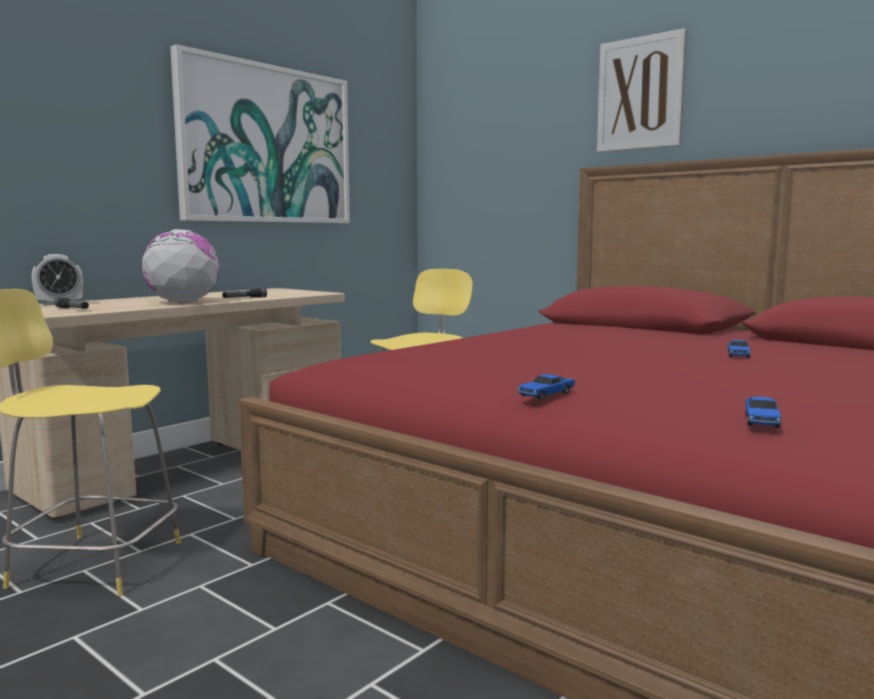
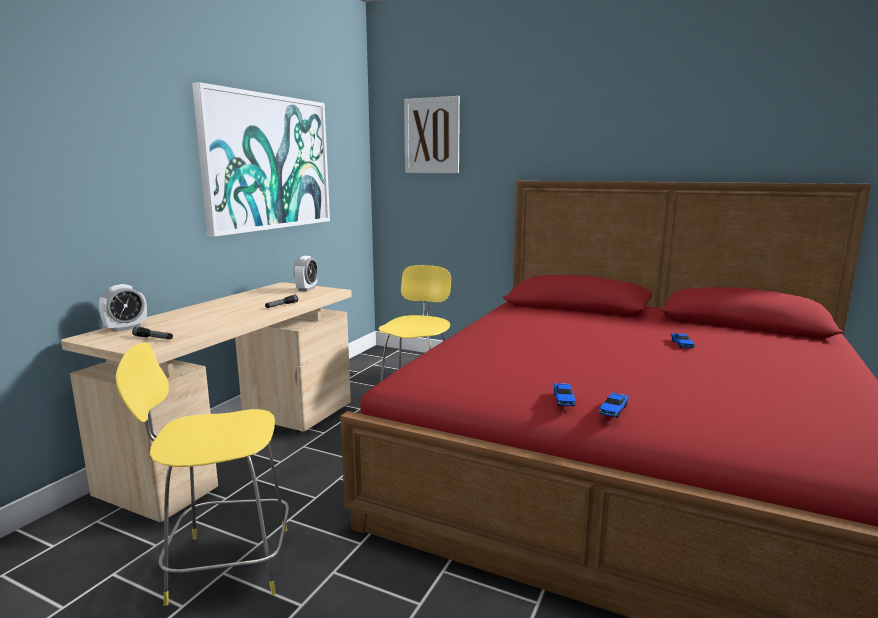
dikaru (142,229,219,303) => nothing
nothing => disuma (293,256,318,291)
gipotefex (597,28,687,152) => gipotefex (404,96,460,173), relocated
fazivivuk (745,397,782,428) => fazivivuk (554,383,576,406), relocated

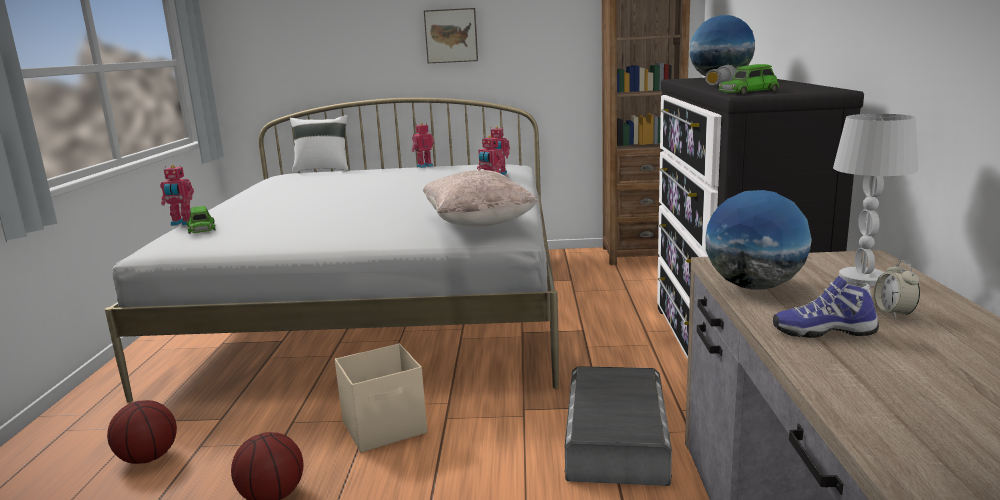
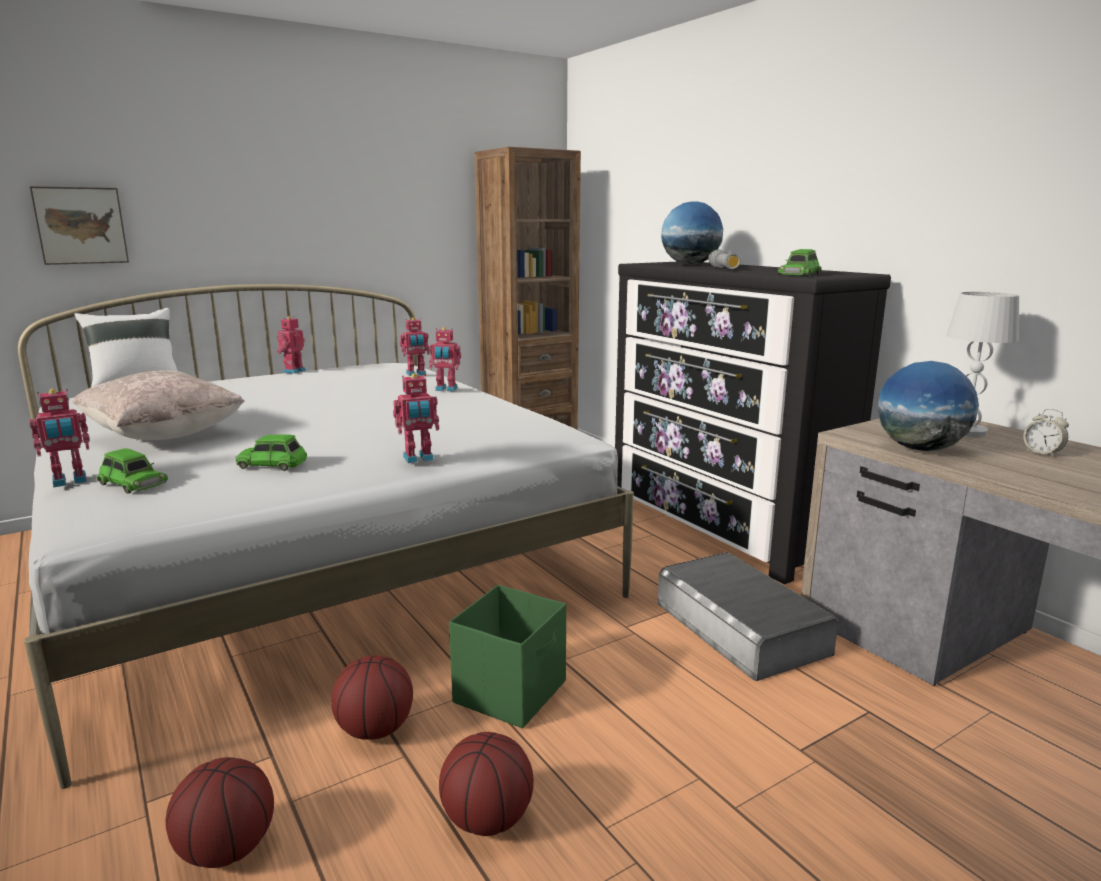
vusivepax (773,276,879,338) => nothing
nothing => fazivivuk (green) (235,434,307,471)
nothing => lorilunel (331,655,413,740)
nothing => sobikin (393,373,439,463)
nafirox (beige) (423,170,538,227) => nafirox (beige) (72,370,245,440), relocated
gipotefex (424,8,478,63) => gipotefex (30,186,129,265), relocated
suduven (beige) (335,343,427,452) => suduven (green) (449,585,566,728)

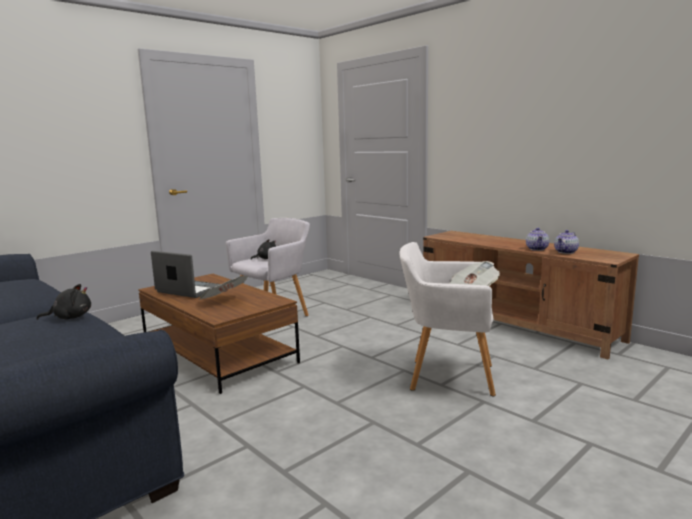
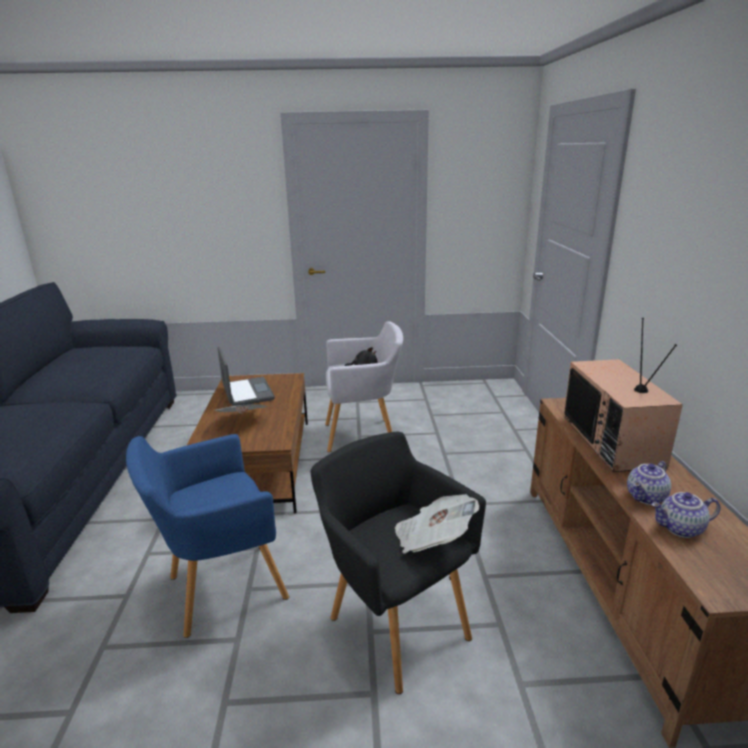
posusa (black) (37,284,91,320) => nothing
nothing => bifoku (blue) (126,434,289,638)
nothing => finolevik (564,318,683,472)
bifoku (white) (400,242,496,396) => bifoku (black) (310,431,486,694)

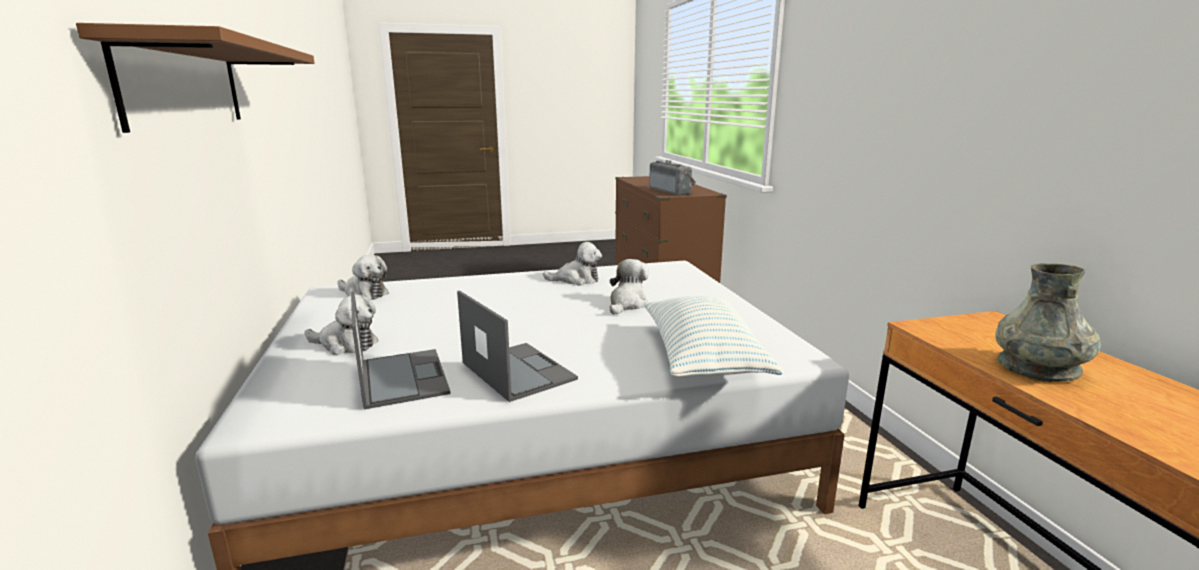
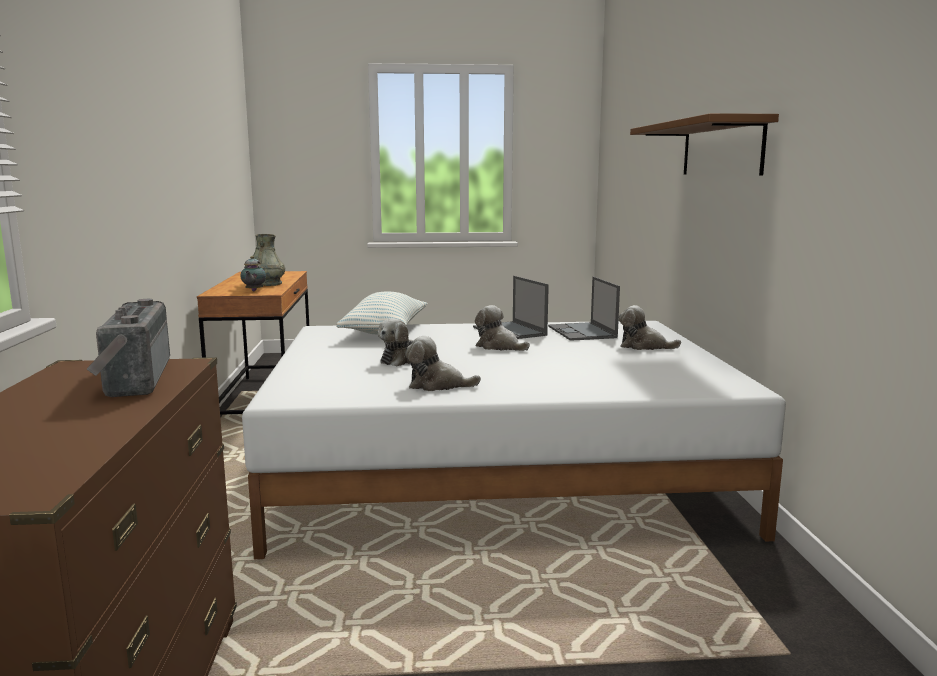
nothing => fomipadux (240,256,266,291)
posusa (337,254,389,300) => posusa (475,305,530,351), relocated

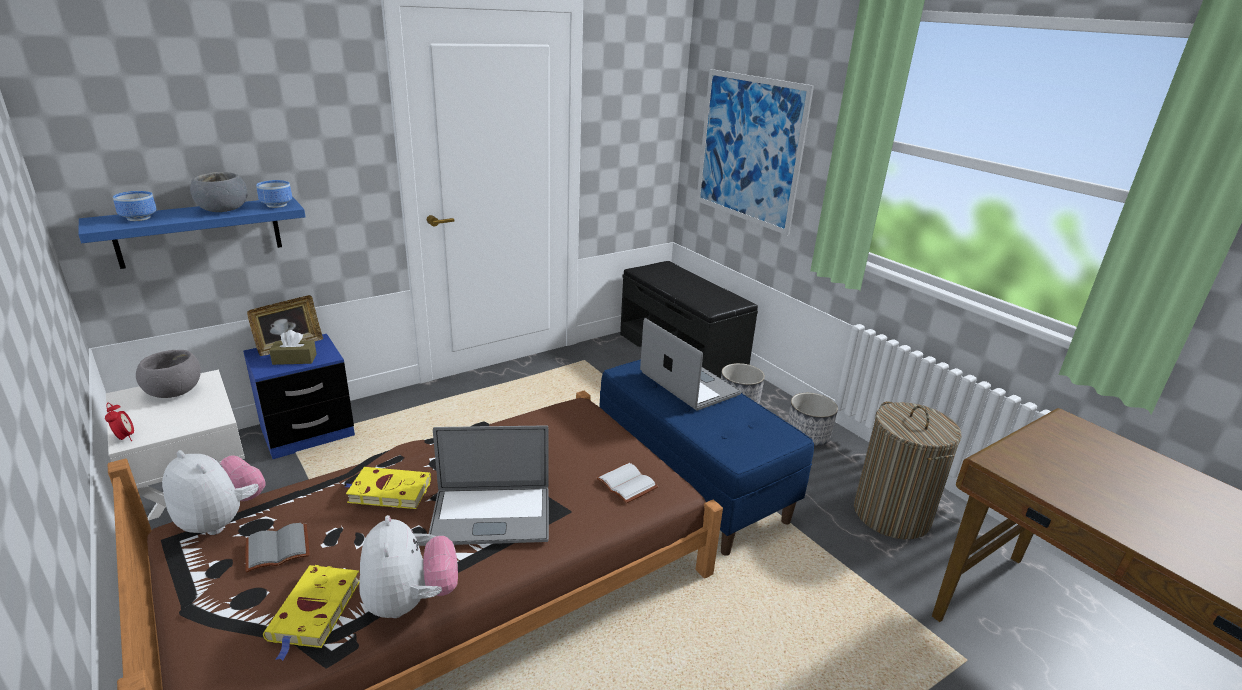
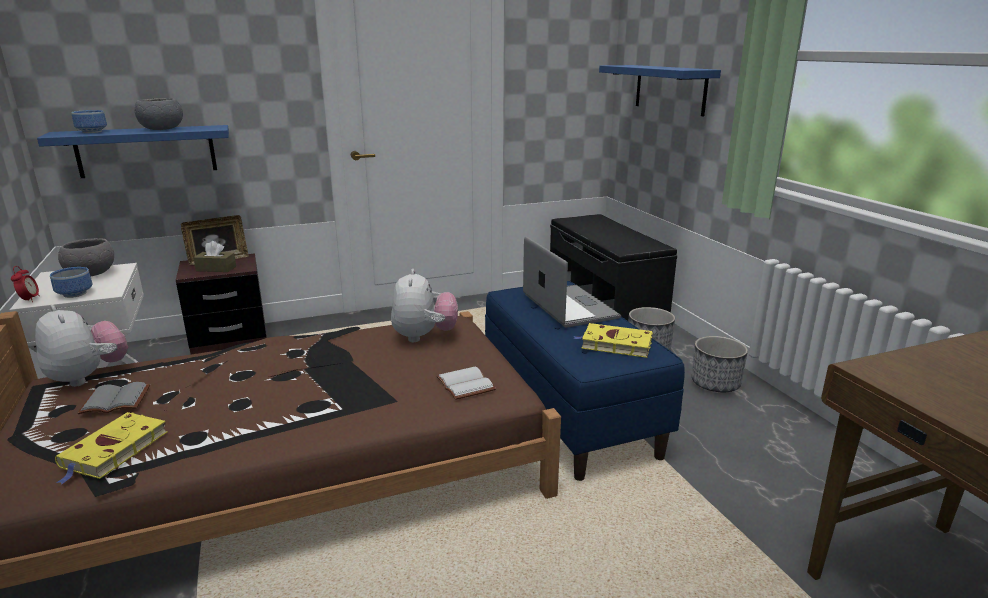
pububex (429,425,549,545) => nothing
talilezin (854,402,961,539) => nothing
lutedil (256,180,292,208) => lutedil (50,267,92,298), relocated
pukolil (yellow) (345,467,431,509) => pukolil (yellow) (573,323,653,358), relocated
posusa (359,515,458,618) => posusa (391,269,458,342), relocated
gipotefex (697,69,814,236) => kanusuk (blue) (599,65,721,116)
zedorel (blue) (243,334,355,459) => zedorel (brown) (176,253,267,354)

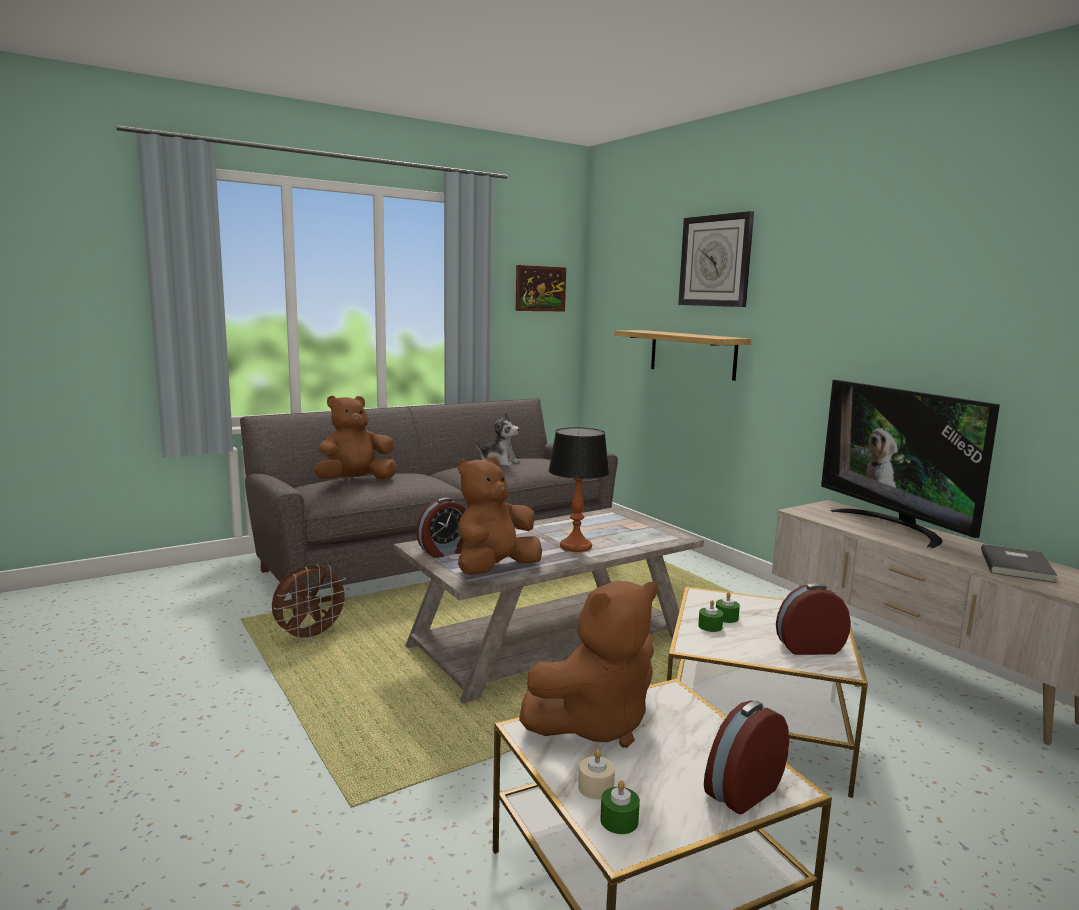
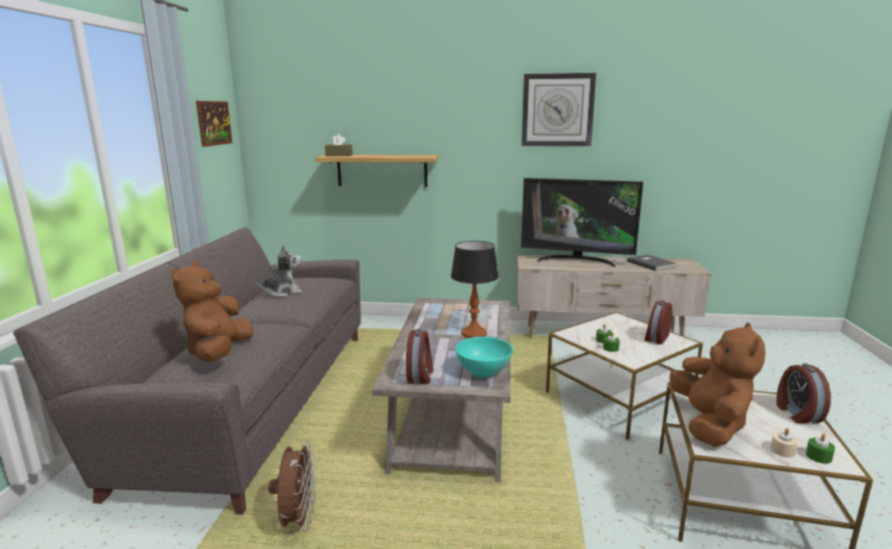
nothing => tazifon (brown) (325,134,353,156)
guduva (678,211,754,307) => guduva (522,73,596,146), relocated
posusa (brown) (458,456,542,575) => lutedil (turquoise) (455,337,513,378)

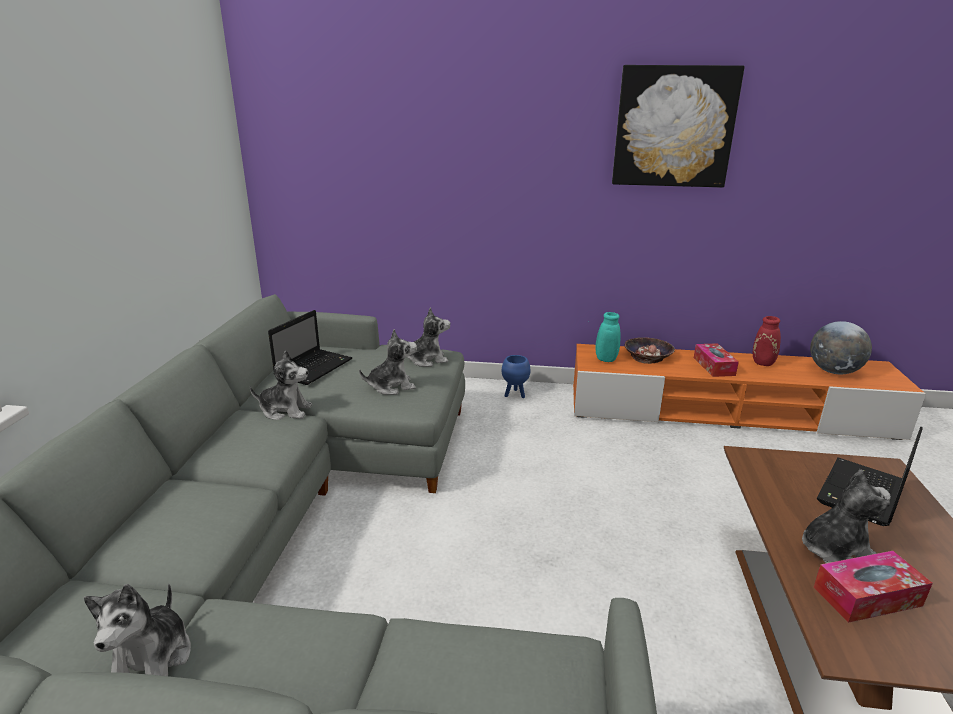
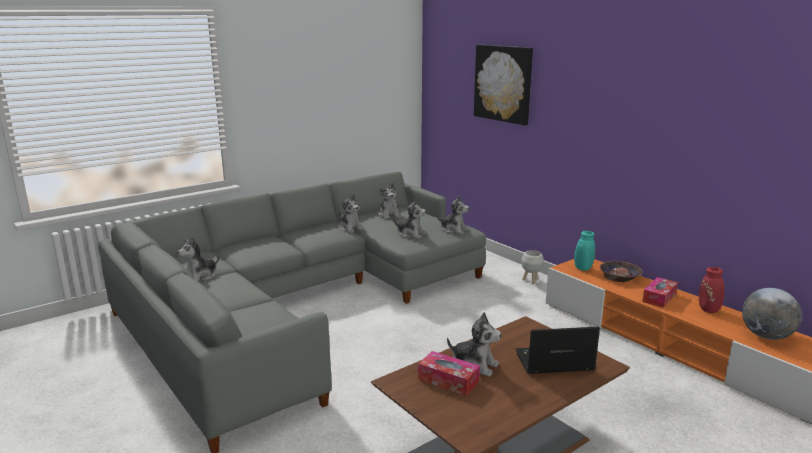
gipotefex (612,65,745,188) => gipotefex (474,45,533,125), relocated
pububex (268,310,353,385) => posusa (378,182,400,219)
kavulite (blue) (502,355,530,398) => kavulite (white) (521,250,544,285)

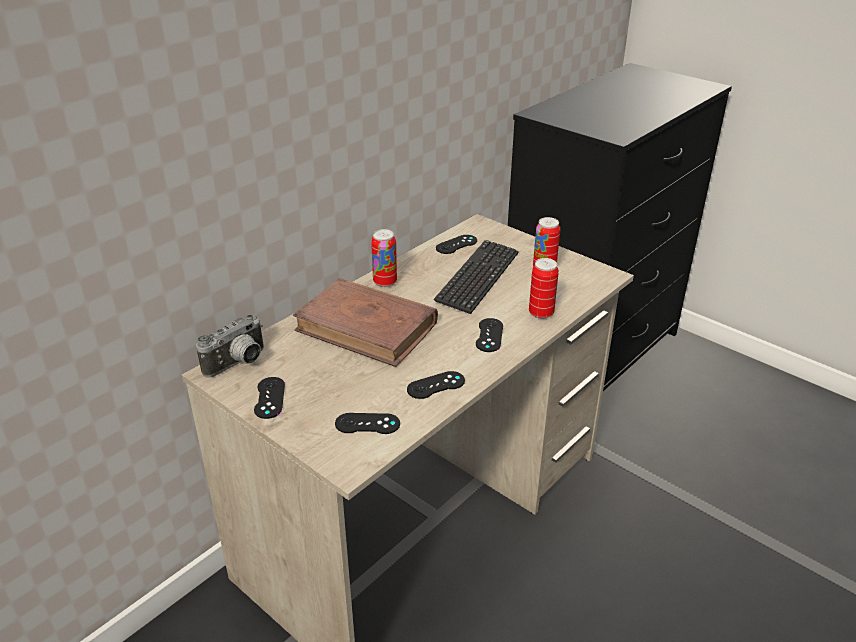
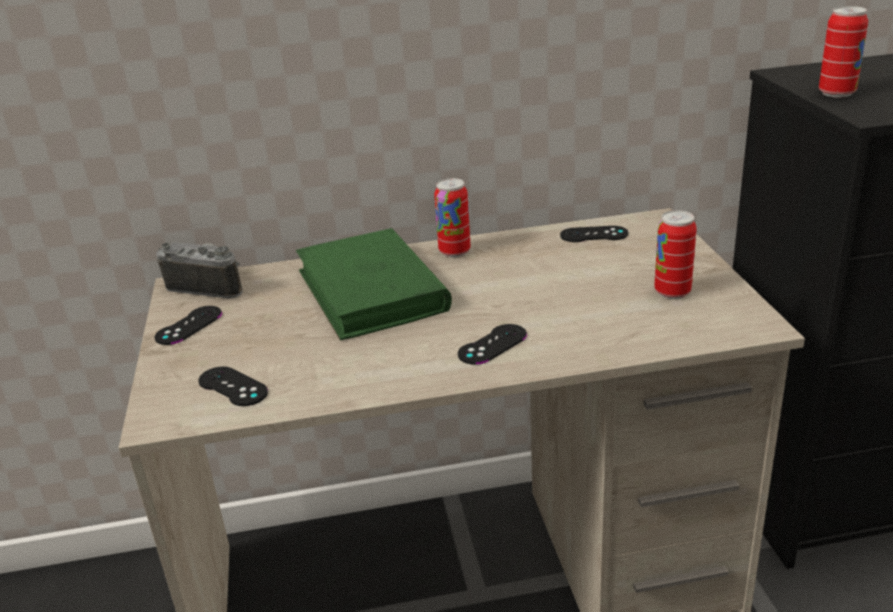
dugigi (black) (407,371,465,399) => nothing
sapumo (434,240,519,314) => nothing
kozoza (529,258,559,319) => kozoza (819,6,868,97), relocated
pukolil (brown) (293,278,438,367) => pukolil (green) (296,228,452,340)
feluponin (196,314,264,378) => feluponin (156,242,243,298), 150 degrees counterclockwise

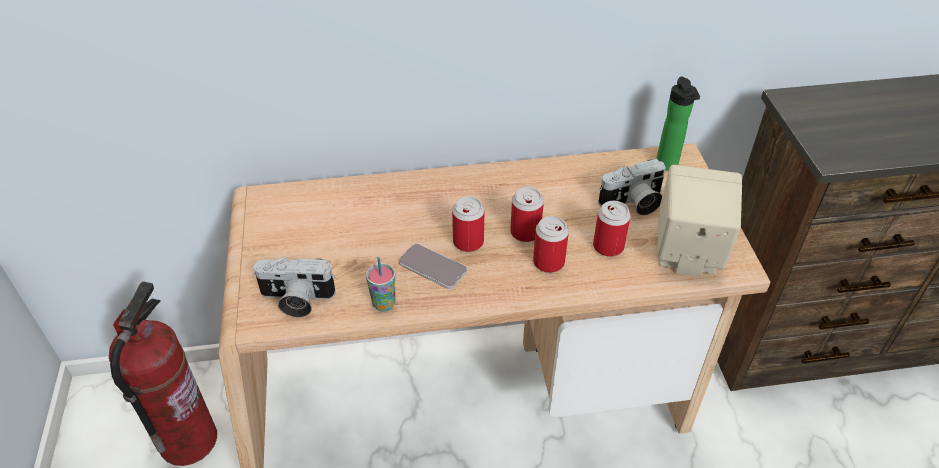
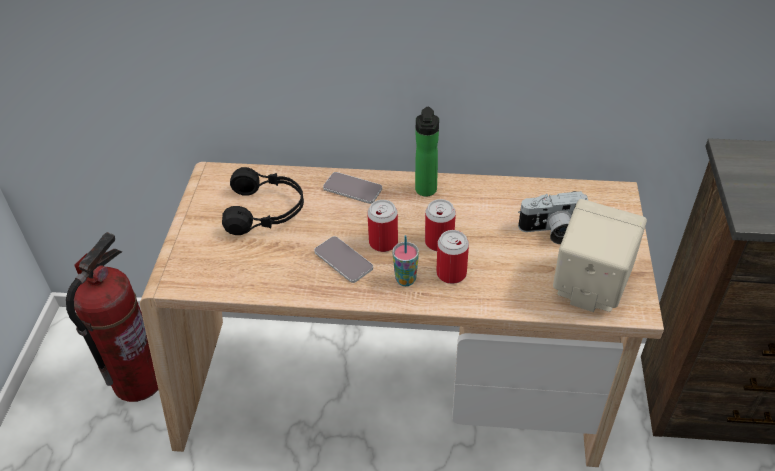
feluponin (253,257,336,317) => nothing
kozoza (593,201,631,257) => nothing
nothing => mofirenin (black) (222,167,304,235)
nothing => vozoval (323,172,382,204)
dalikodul (366,257,395,312) => dalikodul (392,235,419,286), relocated
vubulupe (656,76,700,171) => vubulupe (415,107,439,196), relocated

